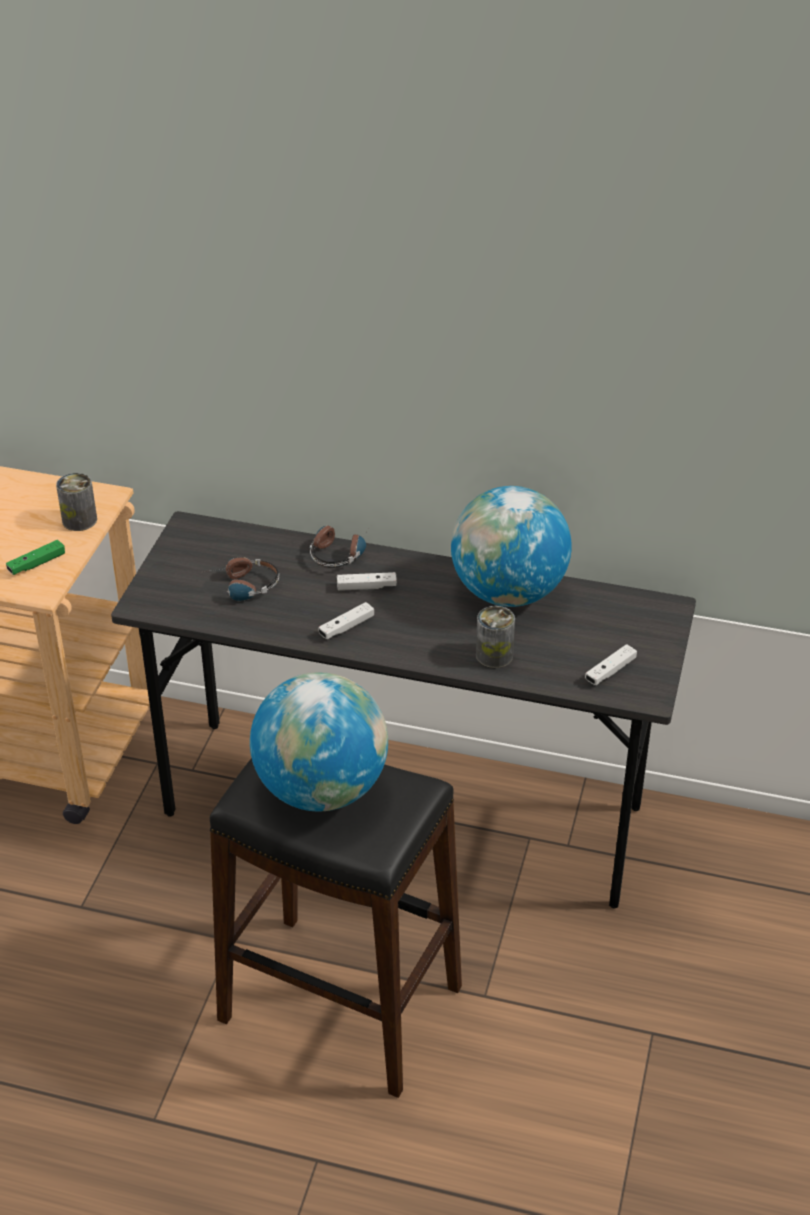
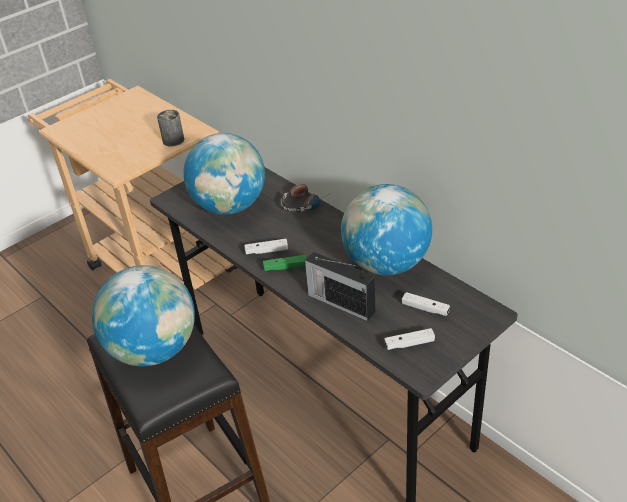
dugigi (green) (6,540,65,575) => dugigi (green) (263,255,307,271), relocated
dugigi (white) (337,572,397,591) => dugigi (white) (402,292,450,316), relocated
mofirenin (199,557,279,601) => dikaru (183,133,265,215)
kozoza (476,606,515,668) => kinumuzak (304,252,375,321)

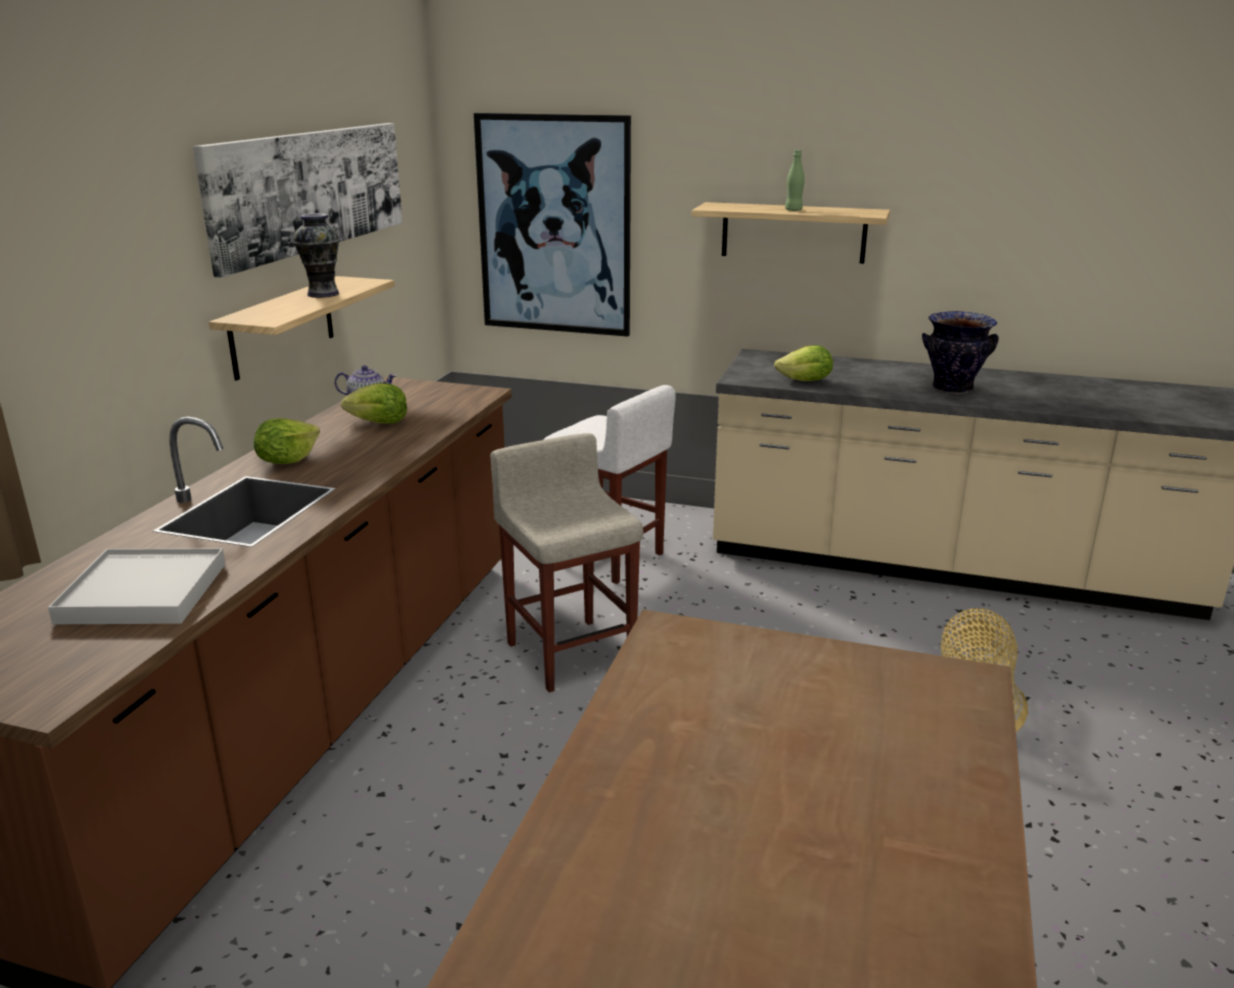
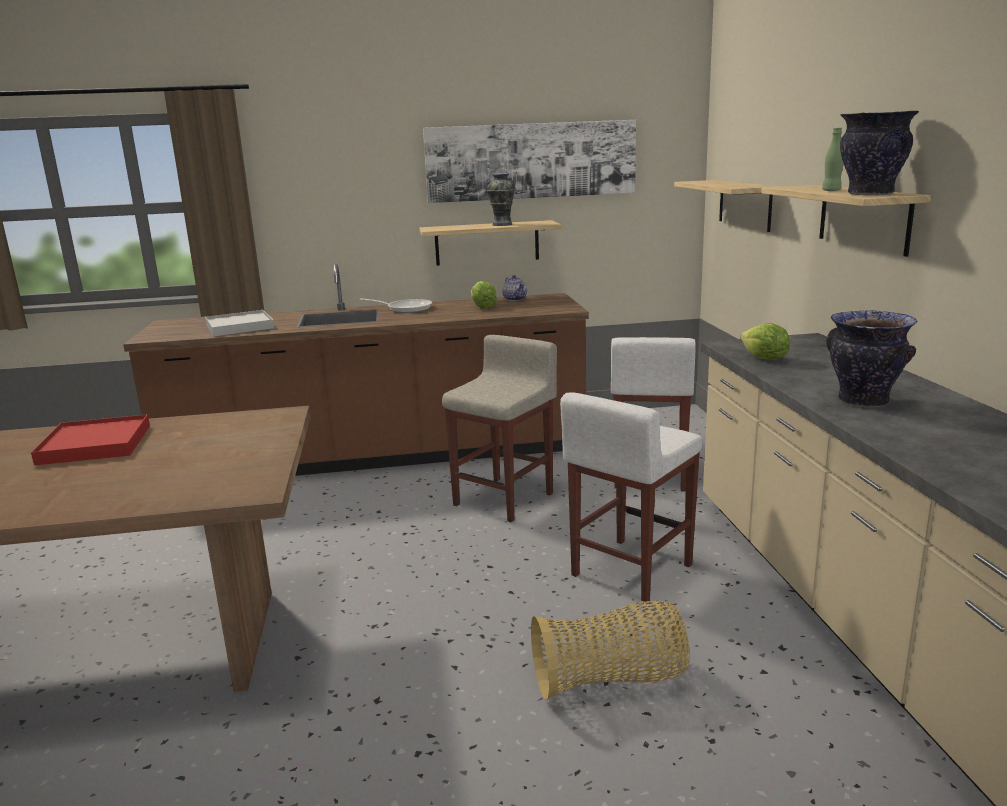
nothing => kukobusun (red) (31,414,150,465)
nothing => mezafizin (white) (560,392,703,604)
nothing => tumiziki (840,111,919,195)
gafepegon (254,418,320,464) => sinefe (359,298,432,313)
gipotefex (474,113,631,337) => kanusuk (674,180,781,232)

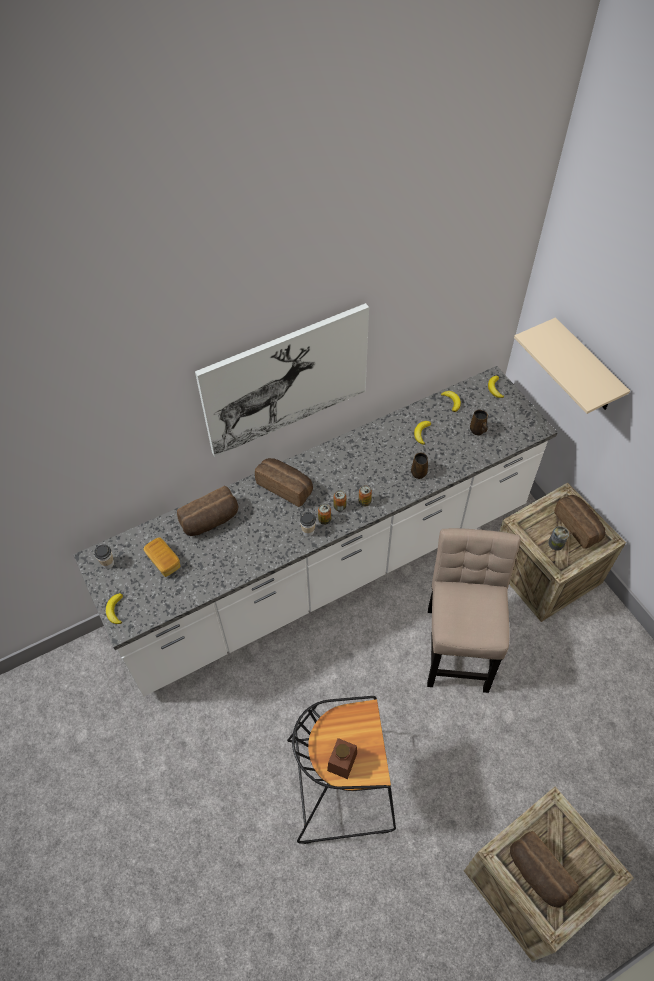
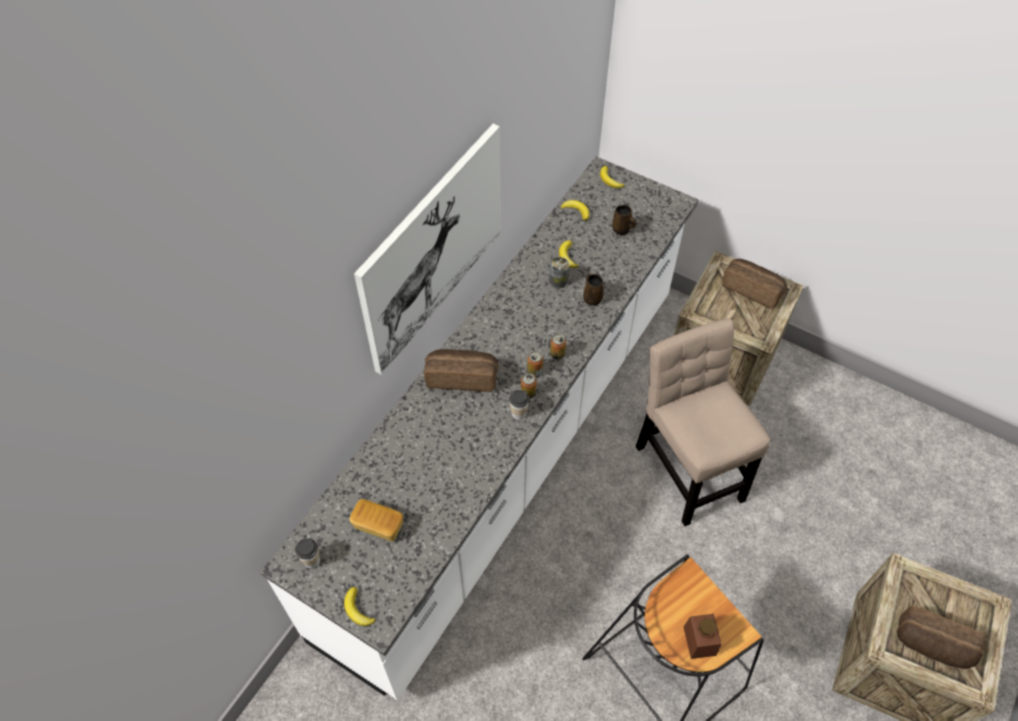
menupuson (177,486,239,536) => nothing
kanusuk (beige) (514,317,630,414) => nothing
kozoza (548,526,569,551) => kozoza (549,257,569,288), relocated

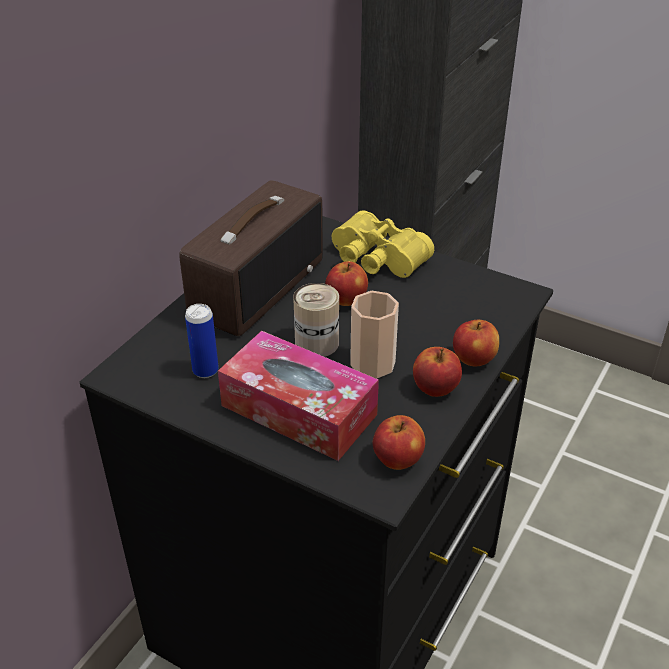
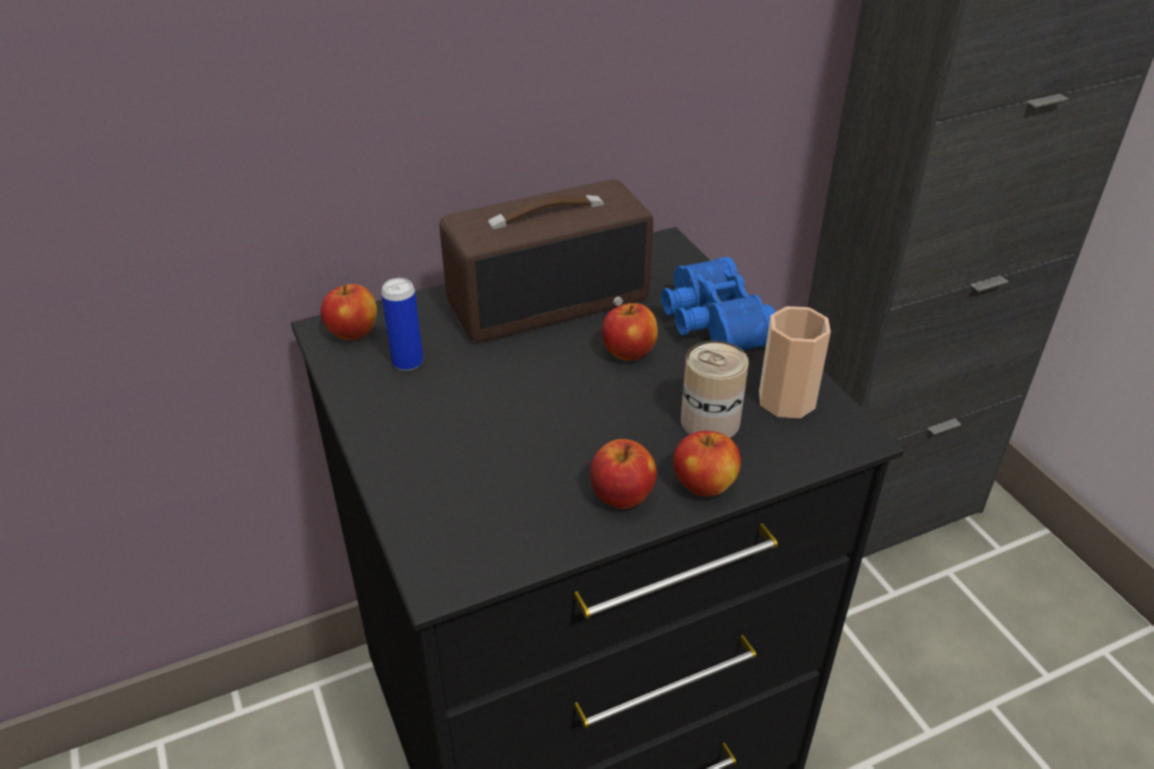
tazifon (218,331,379,461) => nothing
kozoza (293,283,339,357) => kozoza (681,341,749,438), relocated
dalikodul (350,291,399,378) => dalikodul (759,306,831,418), relocated
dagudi (373,415,425,470) => dagudi (320,284,377,340), relocated
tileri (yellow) (332,210,434,278) => tileri (blue) (661,257,775,350)

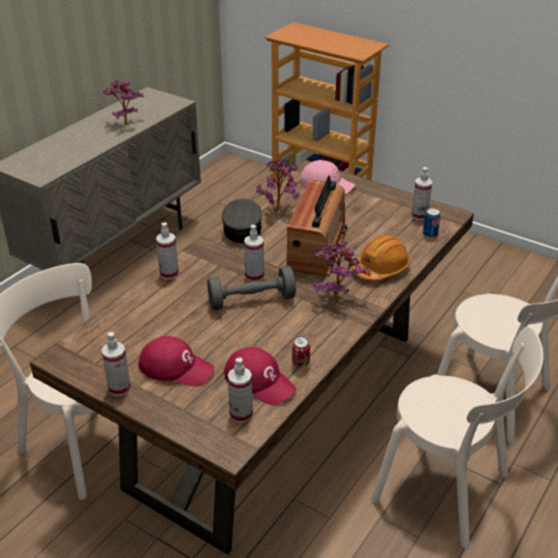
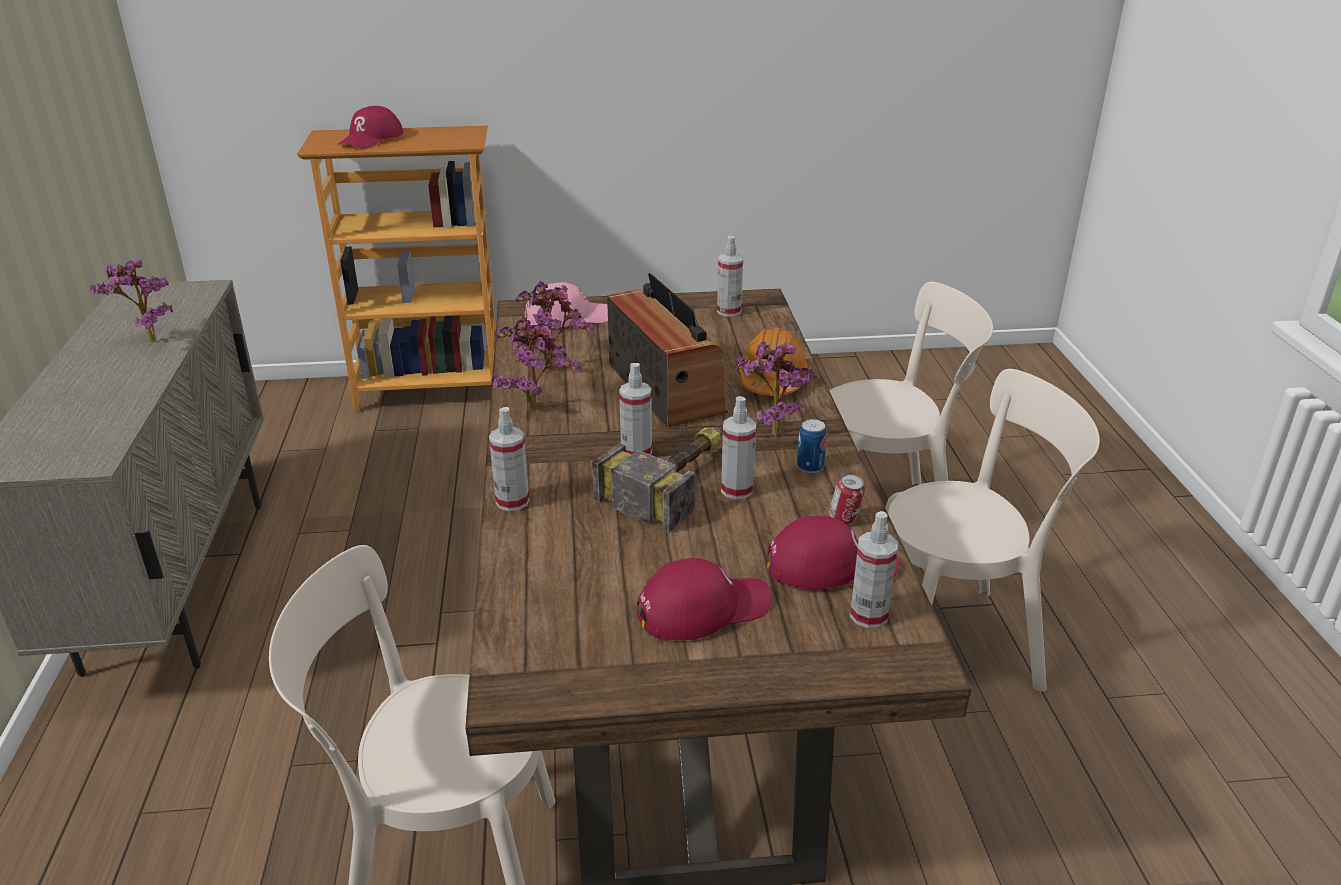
nothing => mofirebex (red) (338,106,403,149)
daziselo (101,332,131,396) => daziselo (721,396,756,499), relocated
kozoza (423,208,440,238) => kozoza (797,419,827,473), relocated
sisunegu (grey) (207,266,296,310) => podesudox (592,427,722,533)
mofirebex (grey) (222,198,262,243) => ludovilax (491,317,580,410)

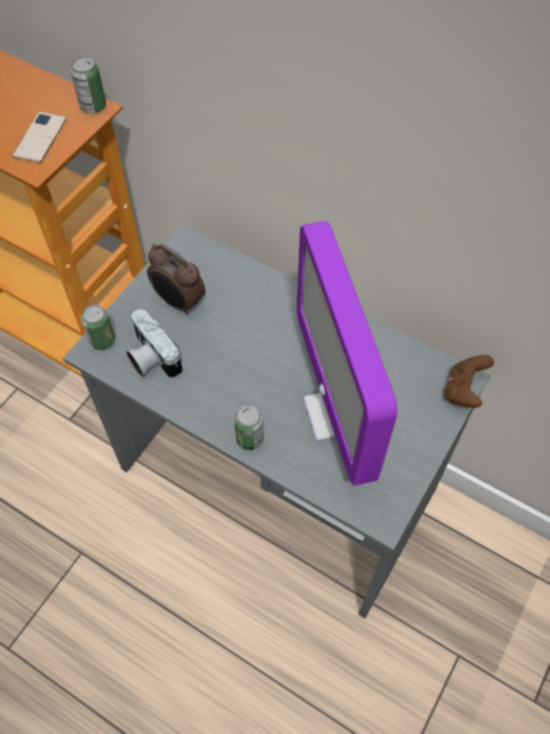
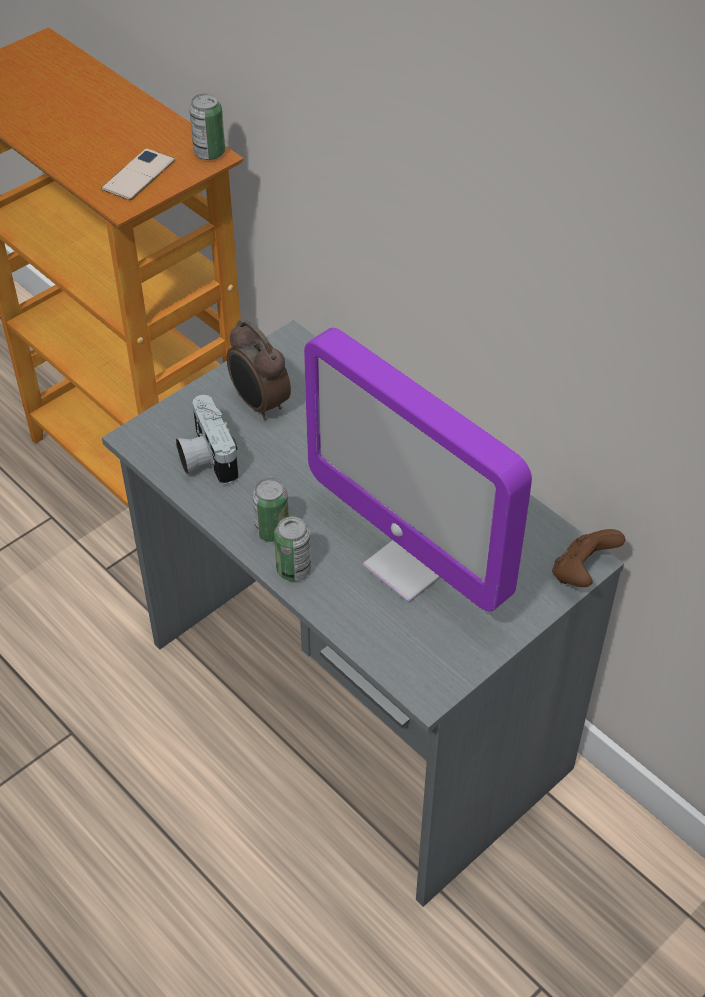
kozoza (81,304,115,350) => kozoza (252,478,289,542), relocated
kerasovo (297,221,397,486) => kerasovo (304,328,532,611), 45 degrees counterclockwise

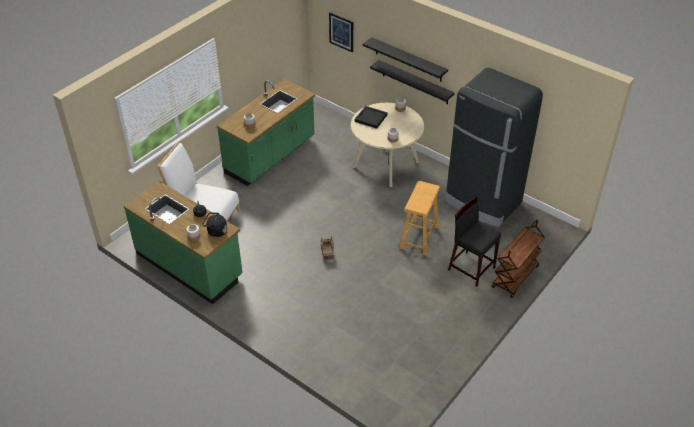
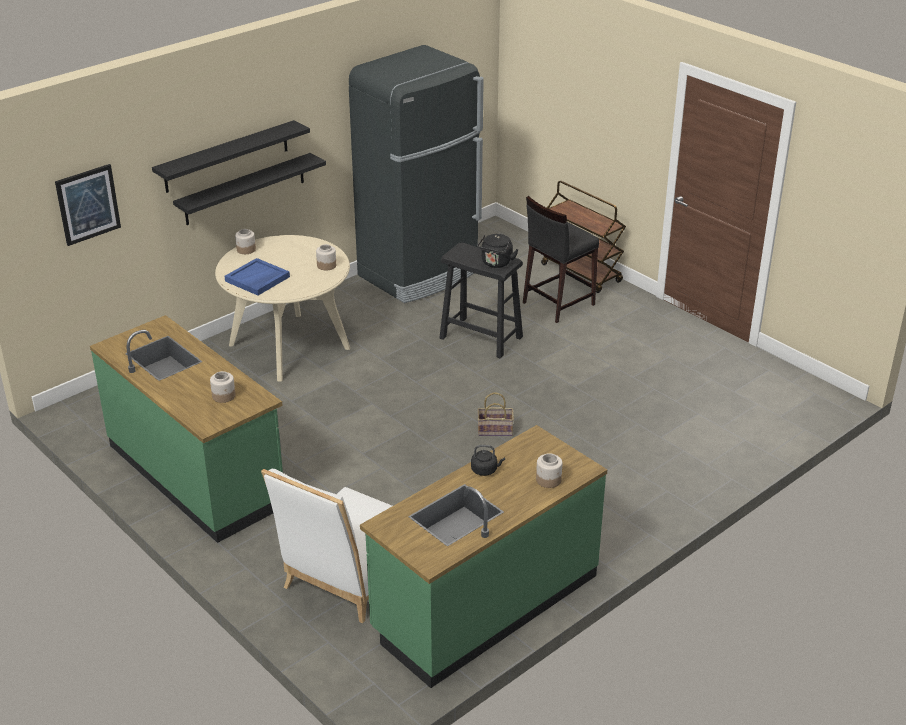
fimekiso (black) (202,212,227,237) => fimekiso (black) (478,234,519,268), relocated
kukobusun (black) (355,106,387,129) => kukobusun (blue) (224,258,290,295)
mezafizin (beige) (399,181,440,256) => mezafizin (black) (439,243,523,358)

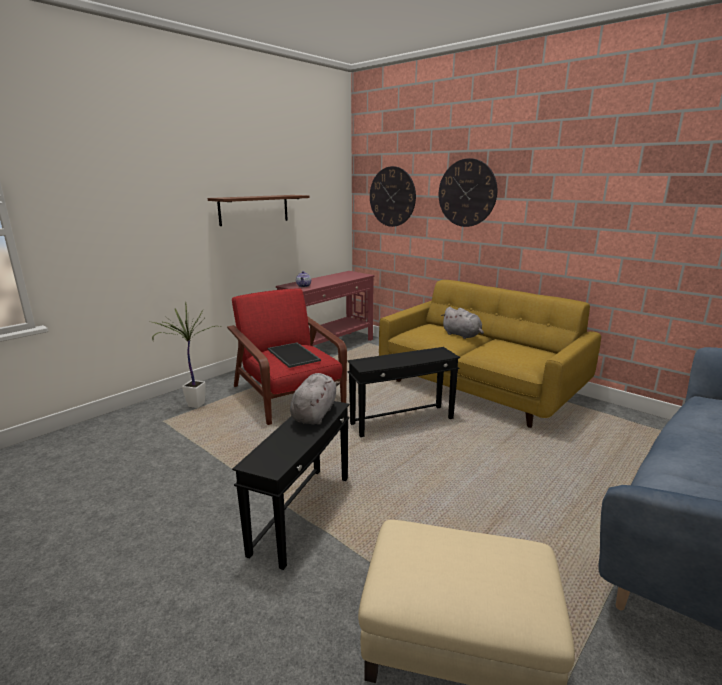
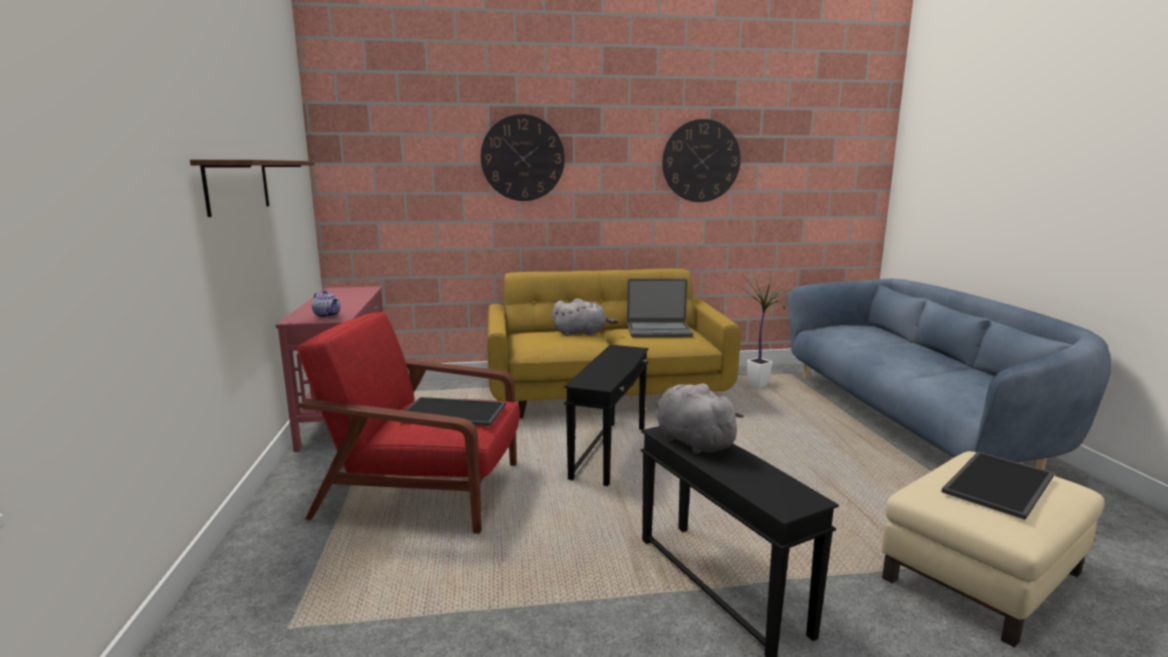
nothing => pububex (627,279,693,337)
nothing => kukobusun (941,452,1054,520)
ludovilax (152,302,220,408) => ludovilax (730,273,794,388), relocated
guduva (370,166,416,227) => guduva (662,119,741,202), relocated

